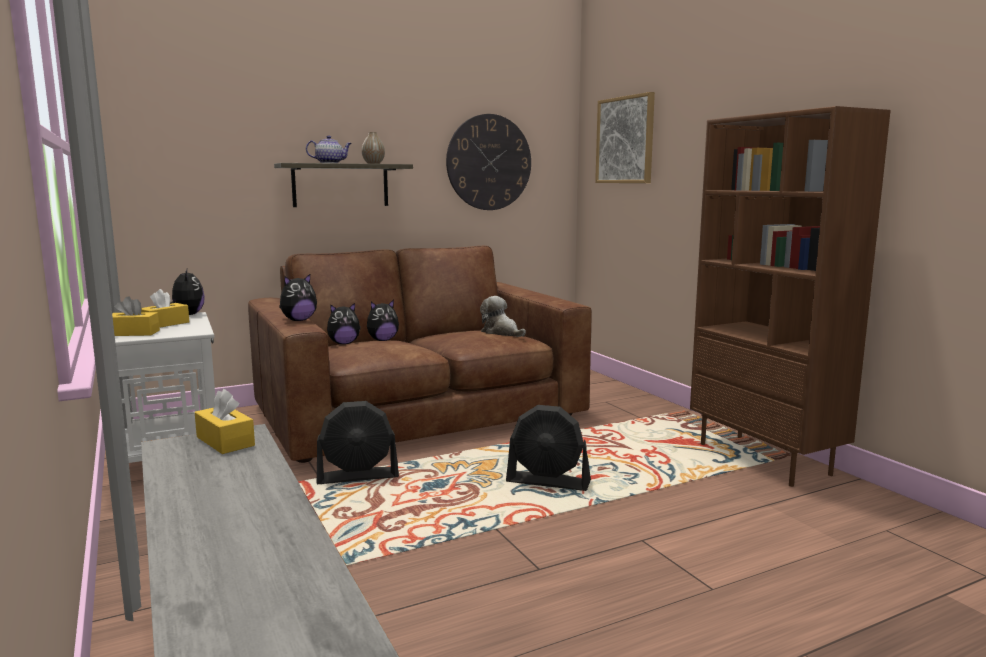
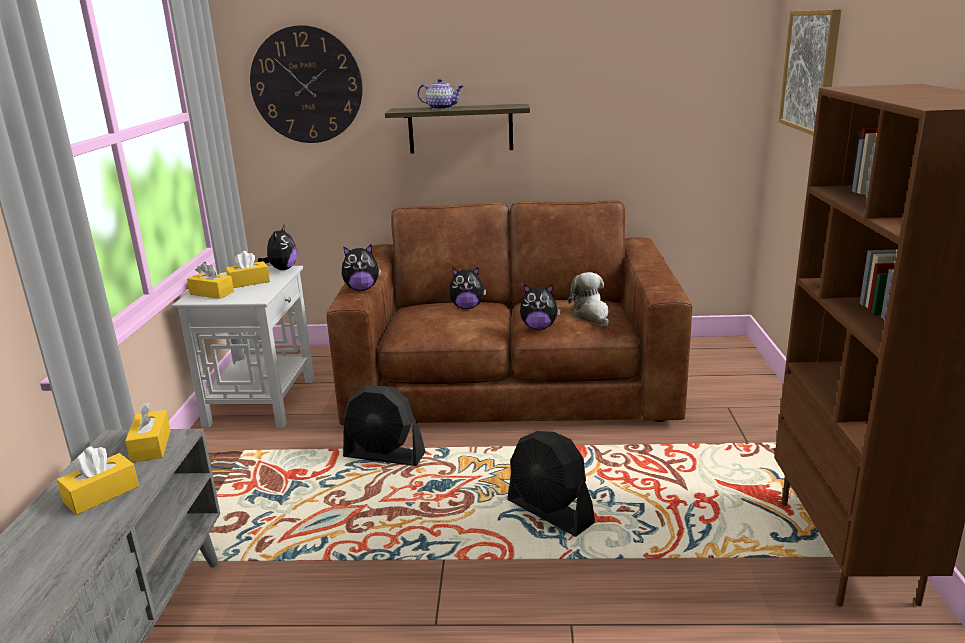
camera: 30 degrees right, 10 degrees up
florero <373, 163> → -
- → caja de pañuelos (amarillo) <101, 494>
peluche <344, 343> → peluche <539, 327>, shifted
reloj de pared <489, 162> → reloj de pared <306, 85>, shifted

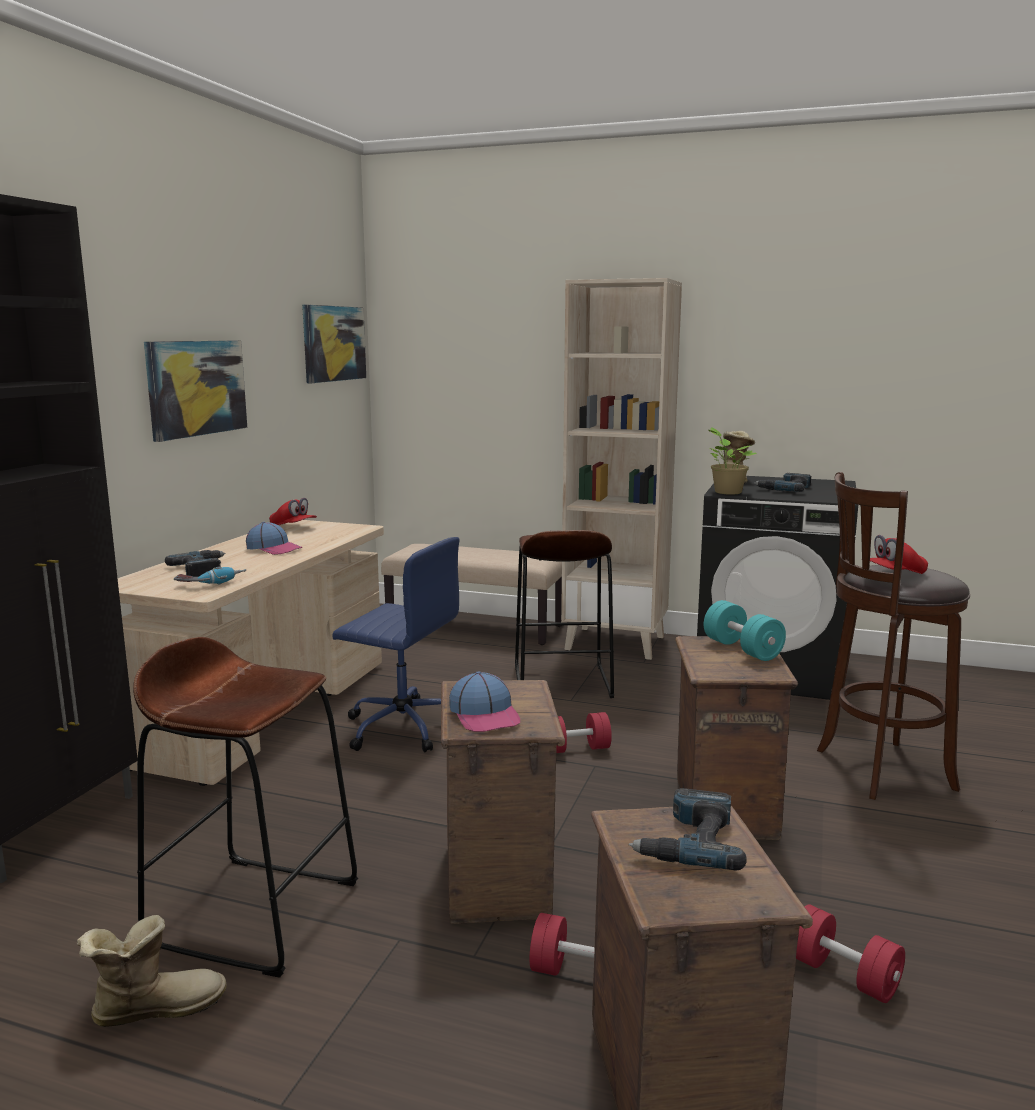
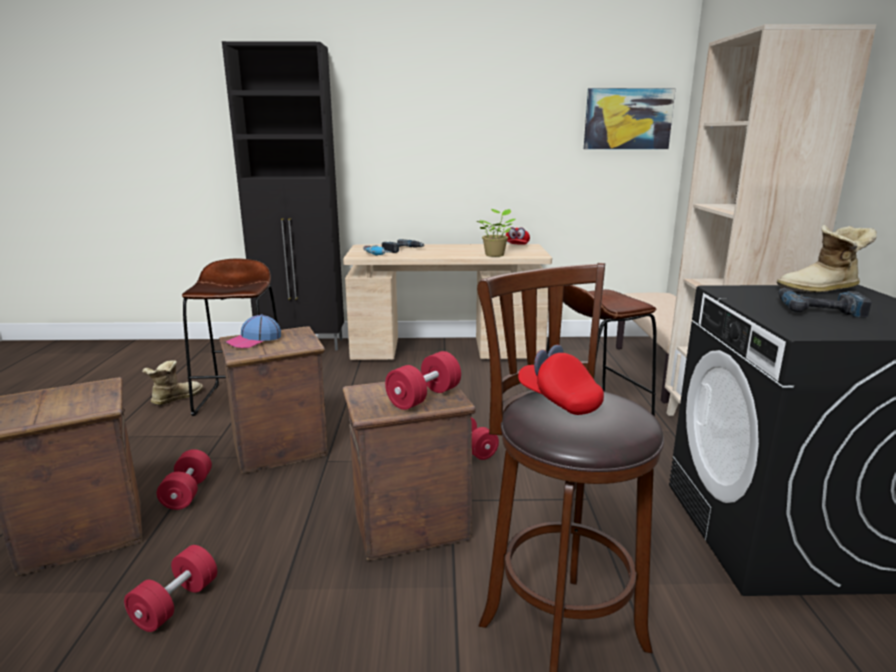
camera: 70 degrees right, 5 degrees up
cuadro <196, 388> → -
gorra <274, 548> → -
silla de oficina (azul) <401, 726> → -
taladro <688, 841> → -
planta en maceta <726, 492> → planta en maceta <495, 255>, shifted
mancuerna (turquesa) <742, 649> → mancuerna (rojo) <424, 397>
bota <156, 1007> → bota <175, 398>, 105 degrees counterclockwise

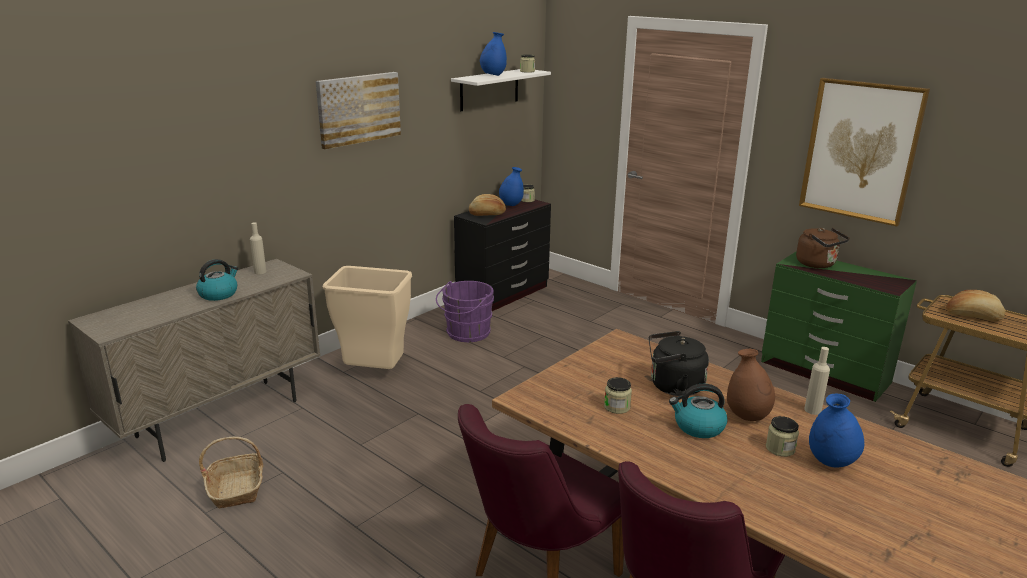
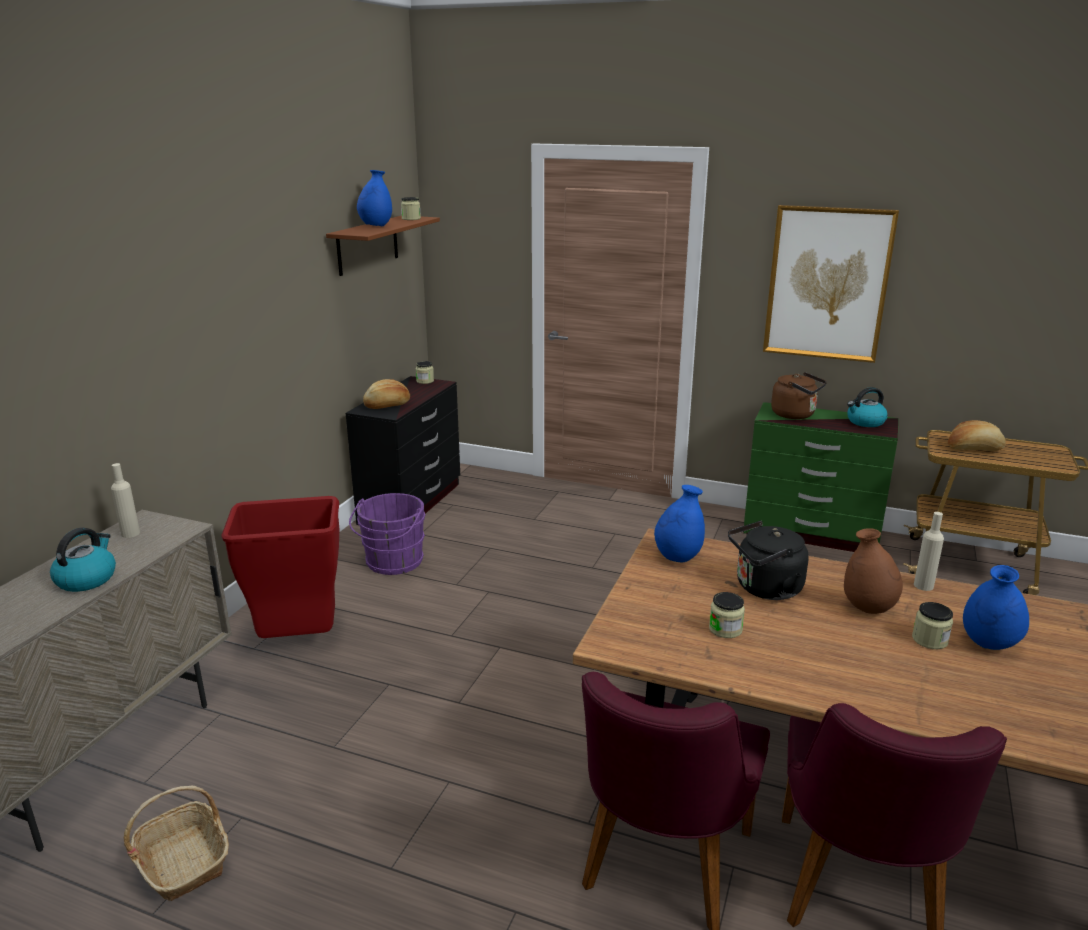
camera: 20 degrees left, 0 degrees up
cuadro <358, 109> → -
florero (azul) <511, 205> → florero (azul) <678, 557>, shifted
hervidor <698, 427> → hervidor <865, 422>, shifted
papelera (beis) <373, 374> → papelera (rojo) <298, 642>
estante (blanco) <489, 89> → estante (marrón) <368, 245>

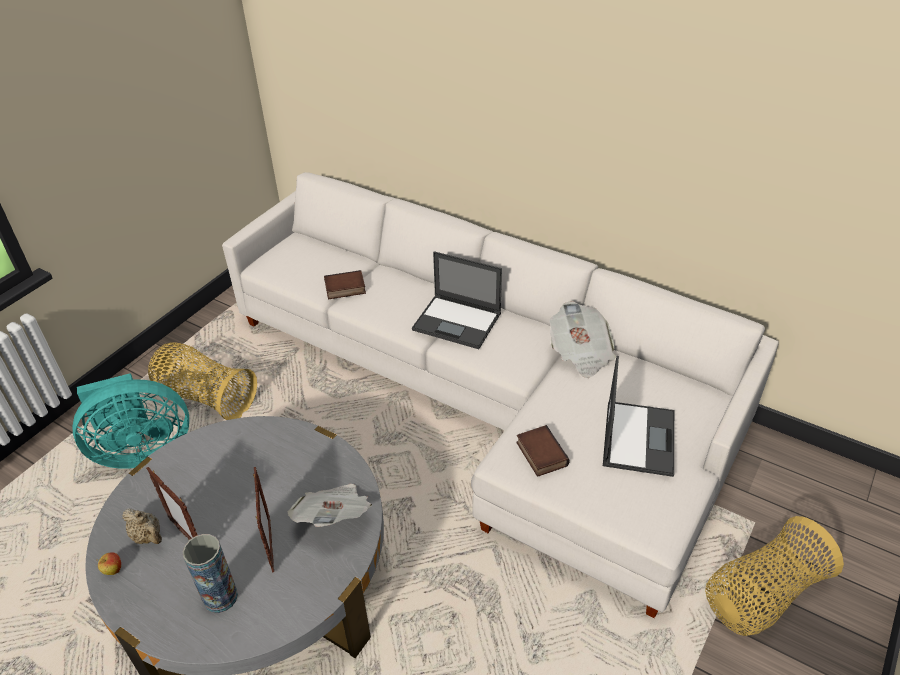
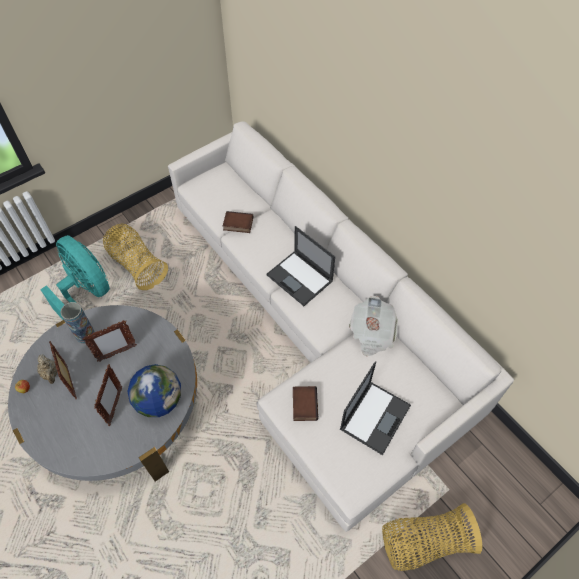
camera: 20 degrees right, 15 degrees up
- → portarretratos <117, 353>
florero <220, 597> → florero <85, 335>, shifted
periódico <334, 517> → globo terráqueo <159, 401>
ventilador (turquesa) <142, 451> → ventilador (turquesa) <86, 292>, 135 degrees counterclockwise

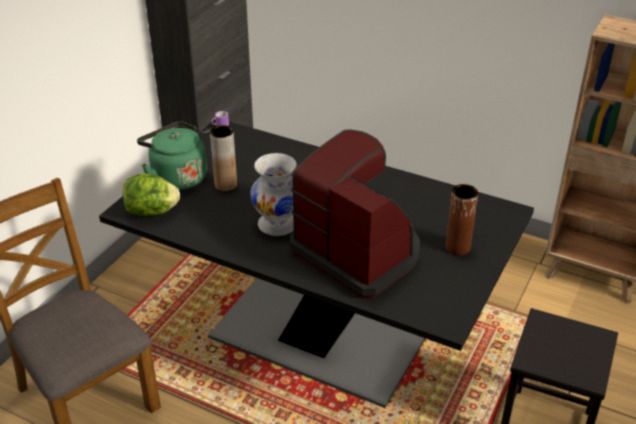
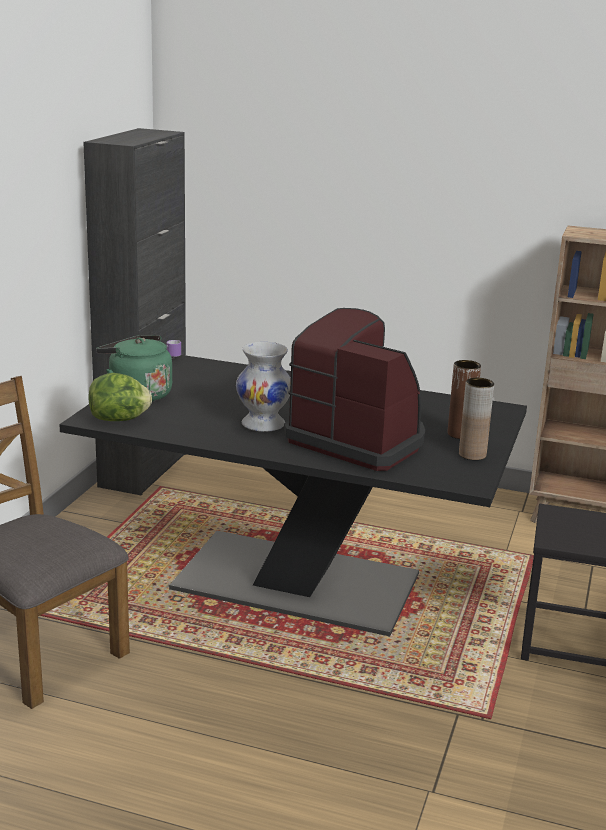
camera: 10 degrees left, 15 degrees down
florero (marrón) <225, 185> → florero (marrón) <472, 455>, shifted

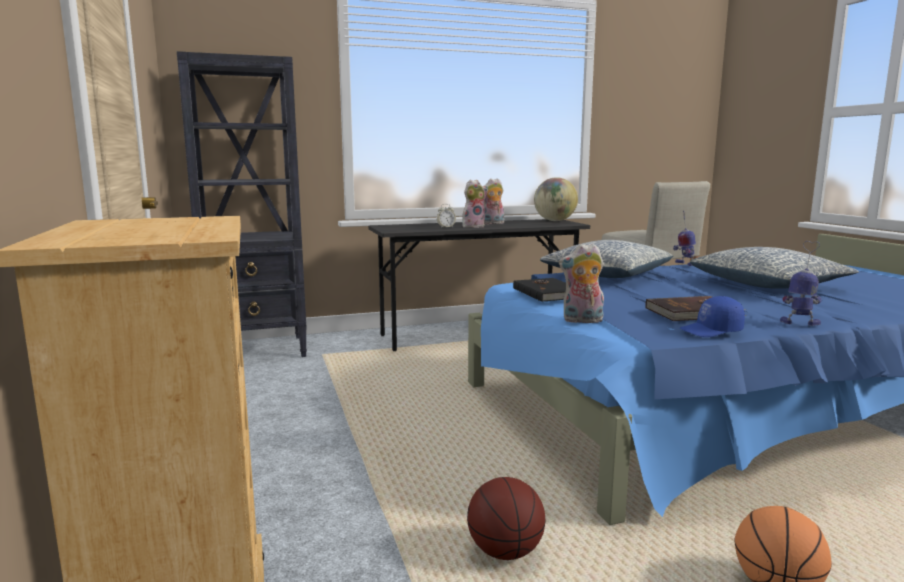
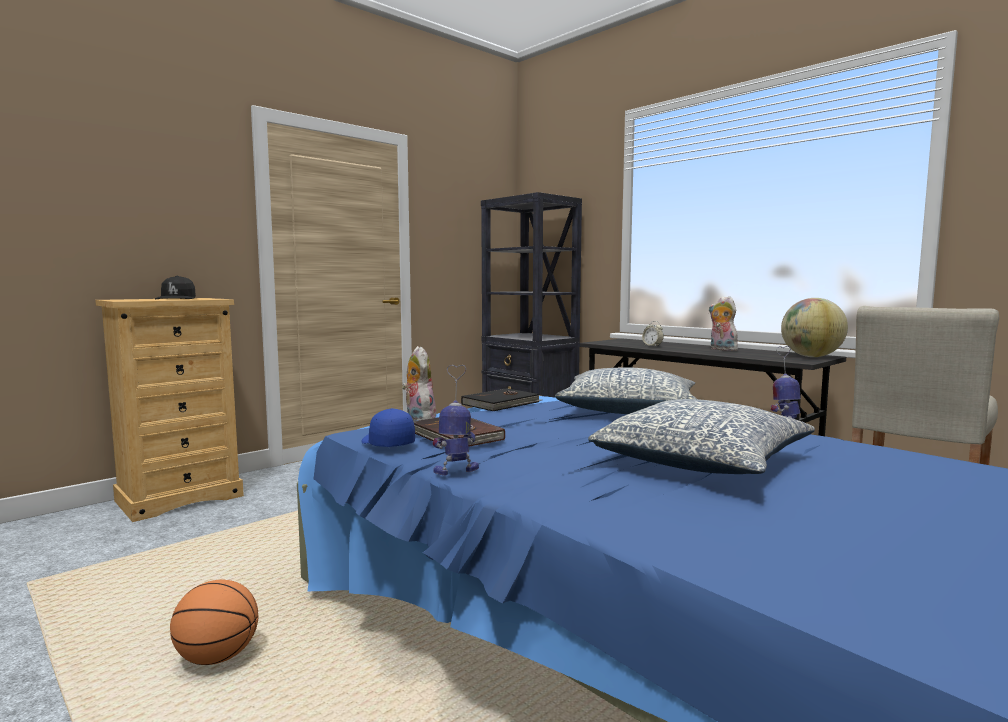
camera: 65 degrees right, 5 degrees down
peluche <473, 226> → -
balón de baloncesto <505, 552> → -
- → gorra (negro) <177, 298>
robot de juguete <800, 323> → robot de juguete <457, 471>, 105 degrees counterclockwise

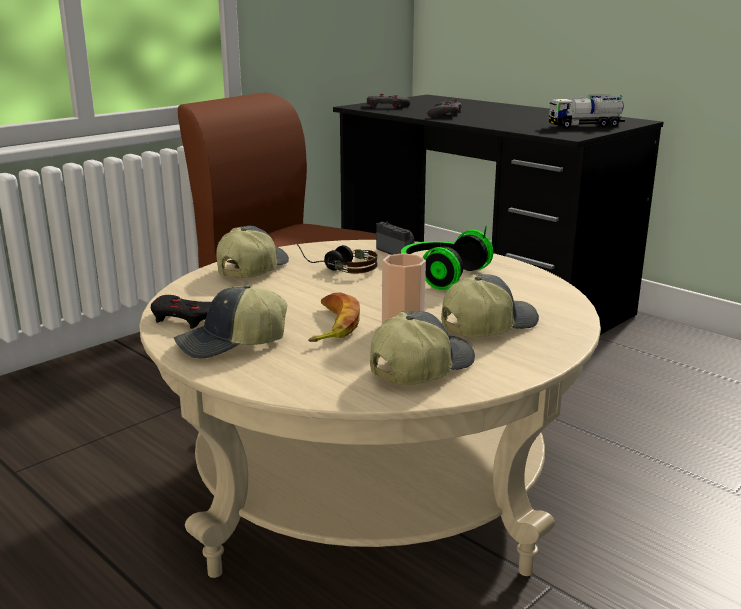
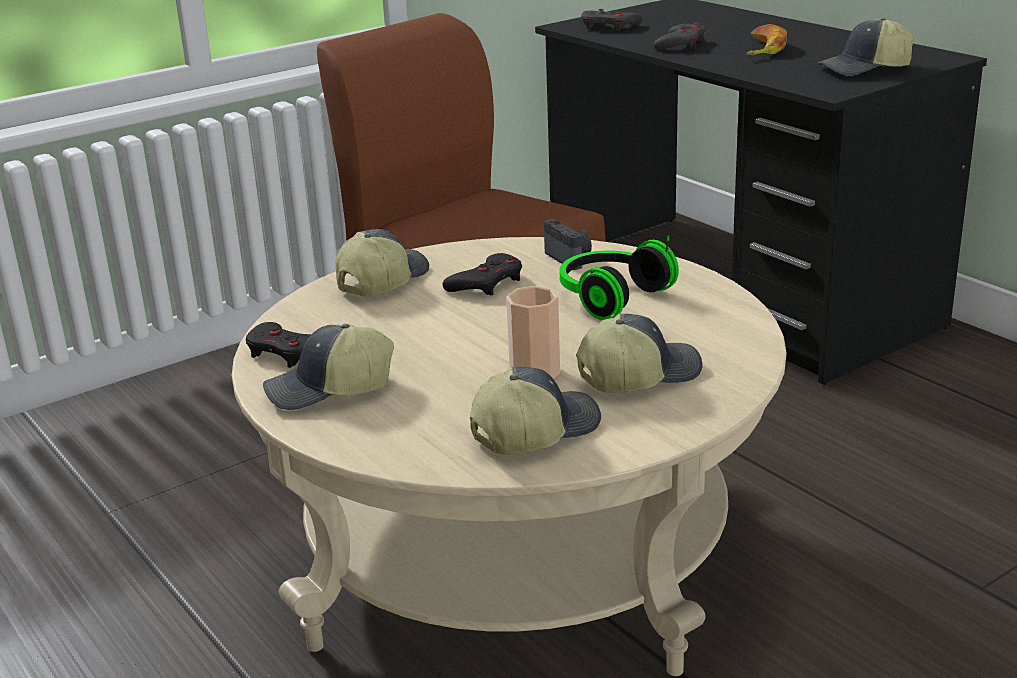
camera: 10 degrees right, 5 degrees up
plátano <331, 325> → plátano <761, 49>, shifted
auriculares <338, 268> → mando de consola (negro) <487, 283>
camión de juguete <585, 126> → gorra <865, 70>

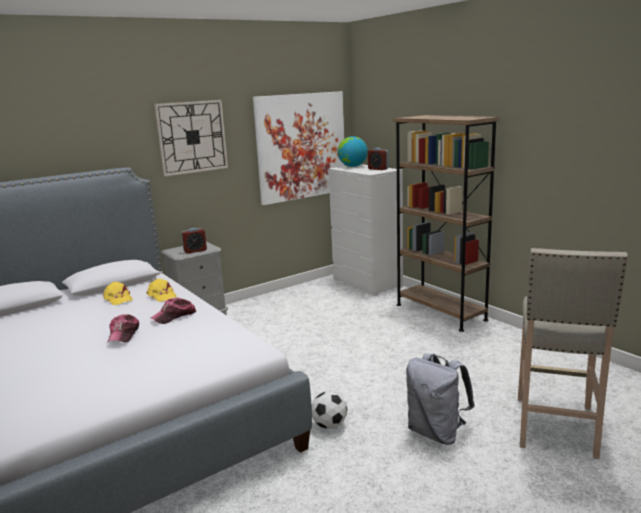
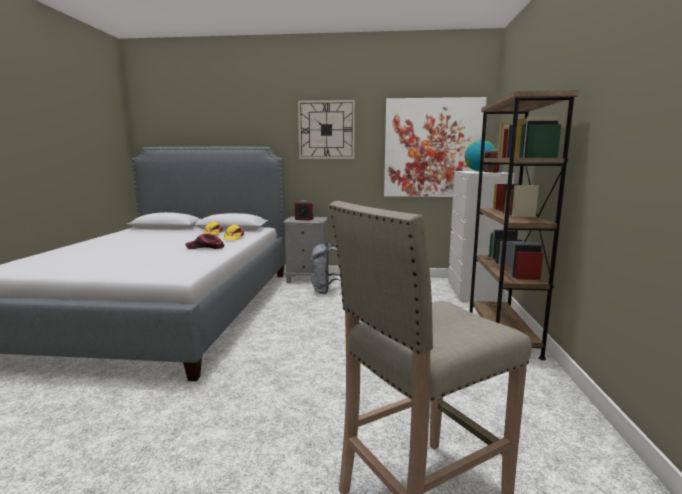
camera: 40 degrees right, 5 degrees down
gorra <124, 334> → -
balón de fútbol <329, 425> → -
mochila (gris) <436, 432> → mochila (gris) <326, 291>, shifted

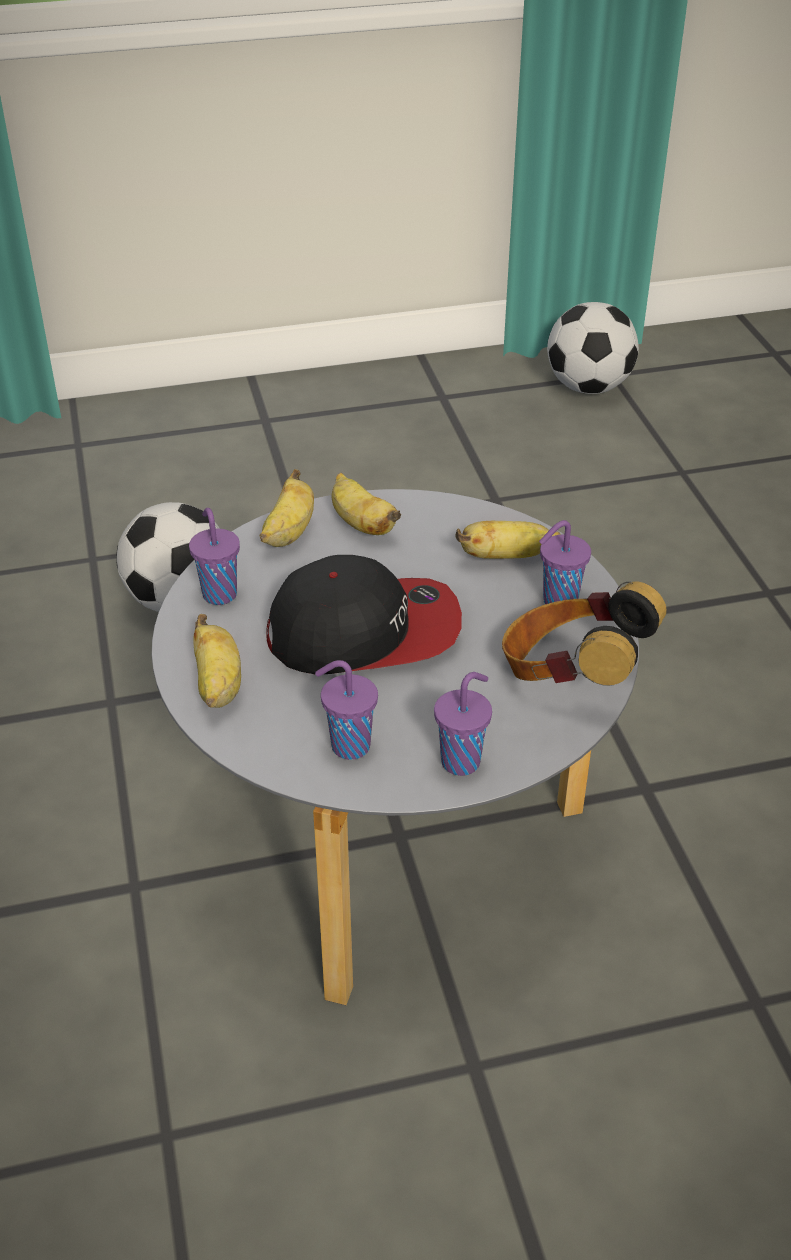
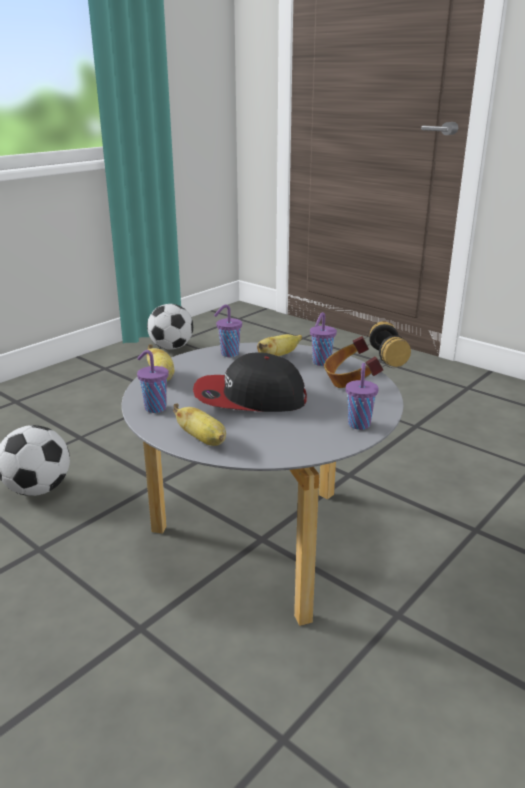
camera: 35 degrees left, 15 degrees down
plátano <361, 524> → -
taza (morado) <348, 746> → taza (morado) <228, 354>, shifted
gorra <365, 631> → gorra <249, 398>, 135 degrees counterclockwise

